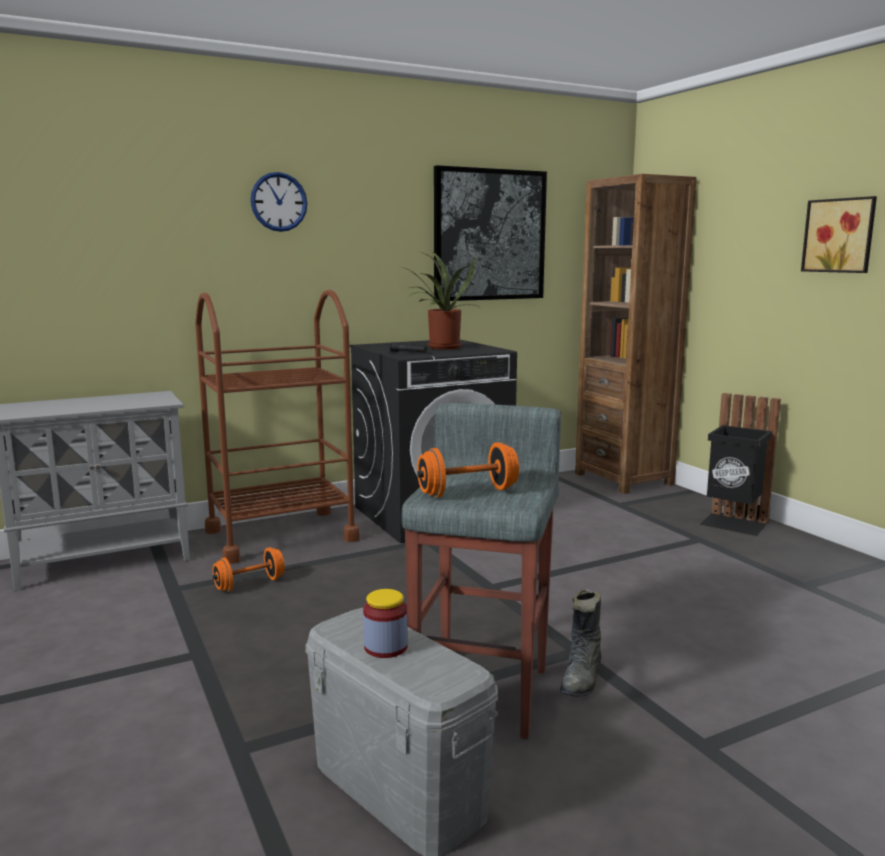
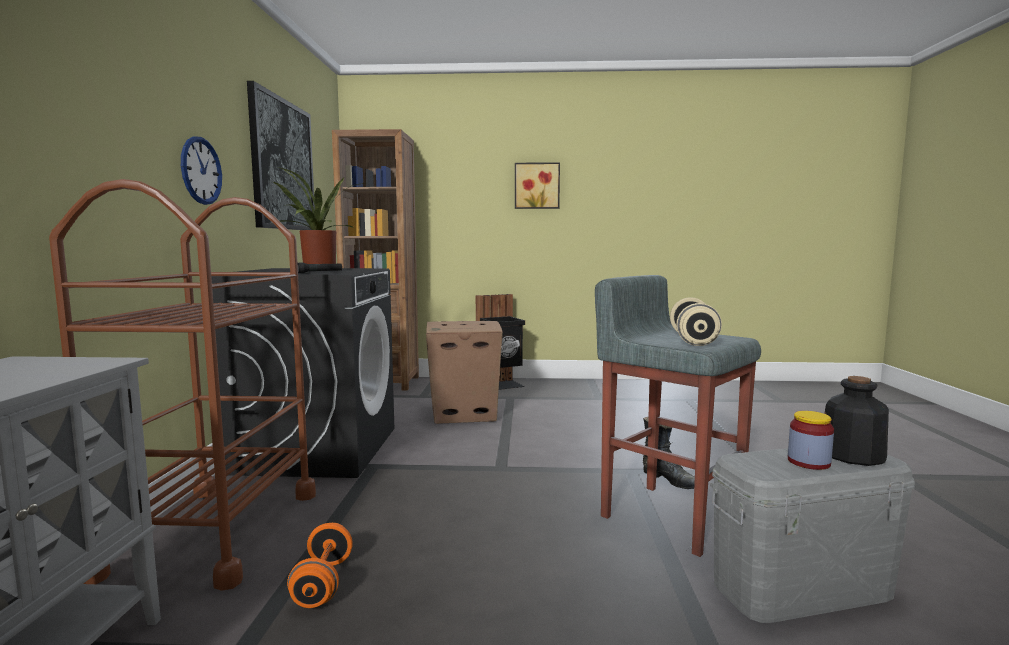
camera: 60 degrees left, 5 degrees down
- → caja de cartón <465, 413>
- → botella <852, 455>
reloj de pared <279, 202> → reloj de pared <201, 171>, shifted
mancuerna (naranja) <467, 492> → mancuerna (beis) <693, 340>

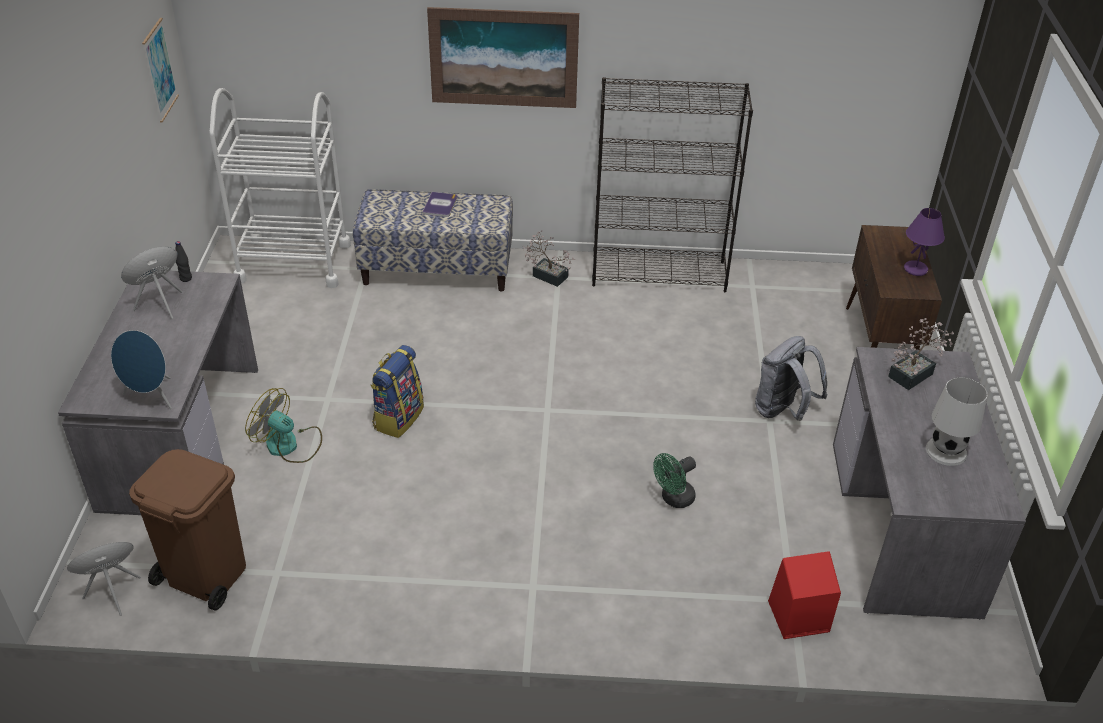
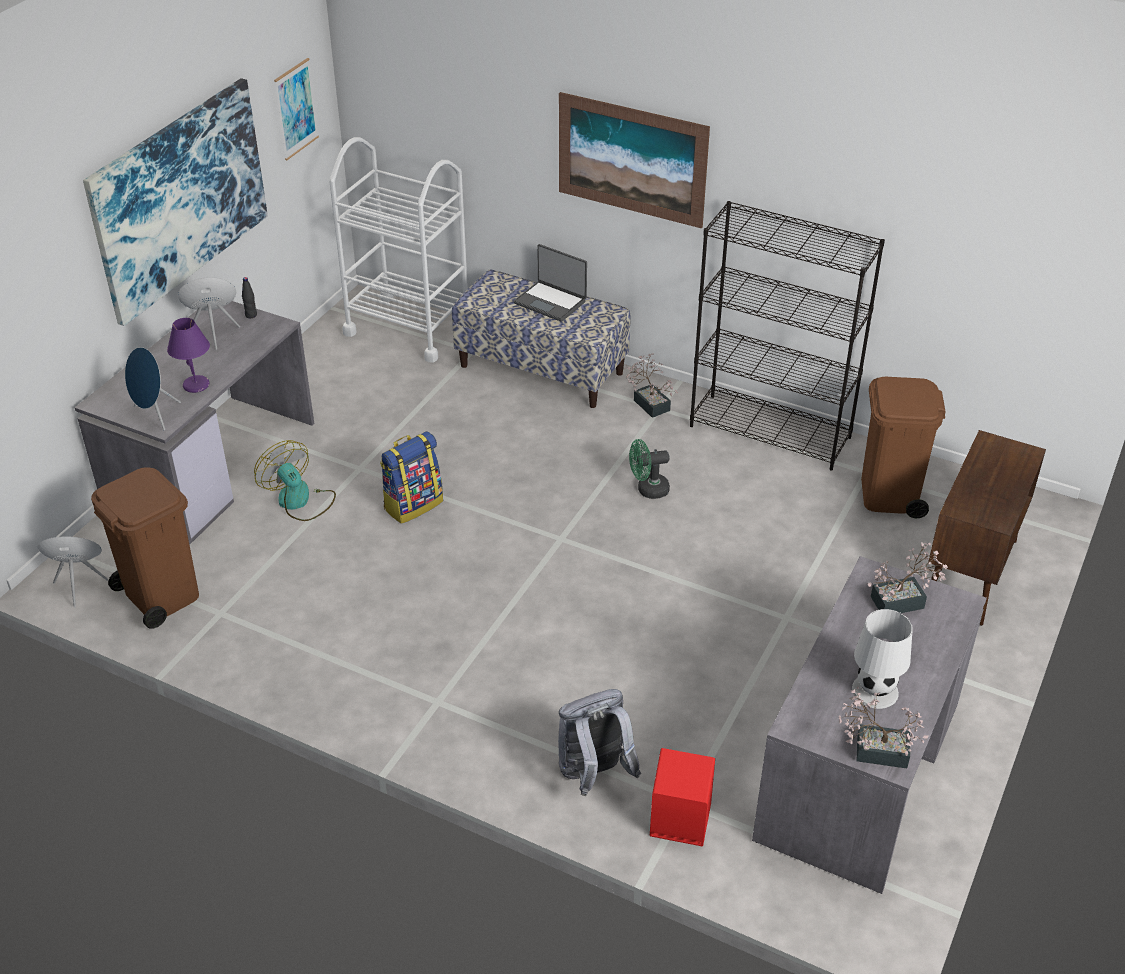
camera: 25 degrees right, 0 degrees up
- → cuadro <179, 198>
- → planta en maceta <874, 750>
- → papelera (marrón) <889, 495>
ventilador (verde) <673, 499> → ventilador (verde) <648, 490>, shifted
mochila (gris) <783, 411> → mochila (gris) <594, 775>, shifted
lámpara de mesa (morado) <916, 269> → lámpara de mesa (morado) <197, 385>, shifted
libro <440, 205> → portátil <551, 302>

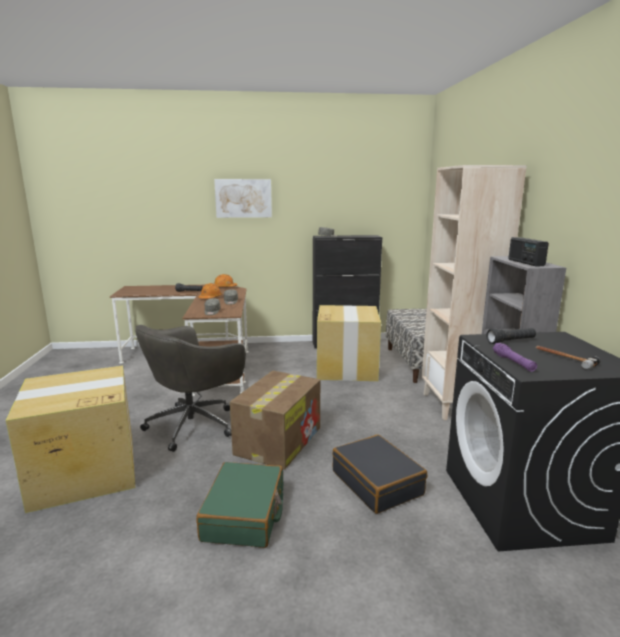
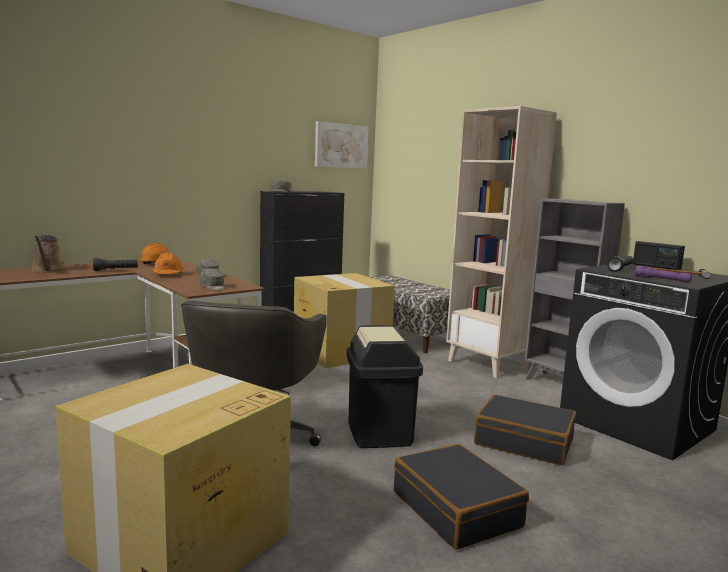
camera: 35 degrees left, 5 degrees down
- → regadera (marrón) <48, 270>
cuadro <243, 198> → cuadro <341, 146>, shifted
radio <525, 262> → radio <656, 267>, shifted
caja de cartón <279, 440> → papelera (negro) <379, 433>
maleta (verde) <245, 514> → maleta (negro) <456, 509>

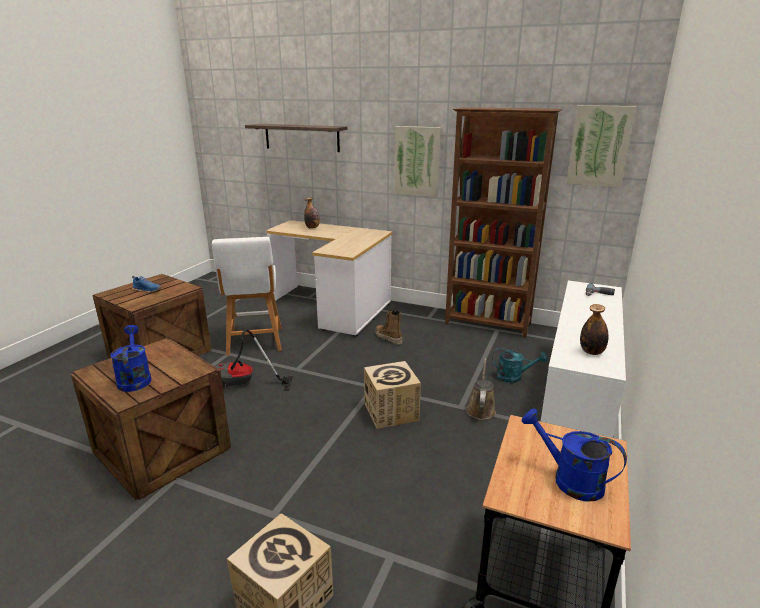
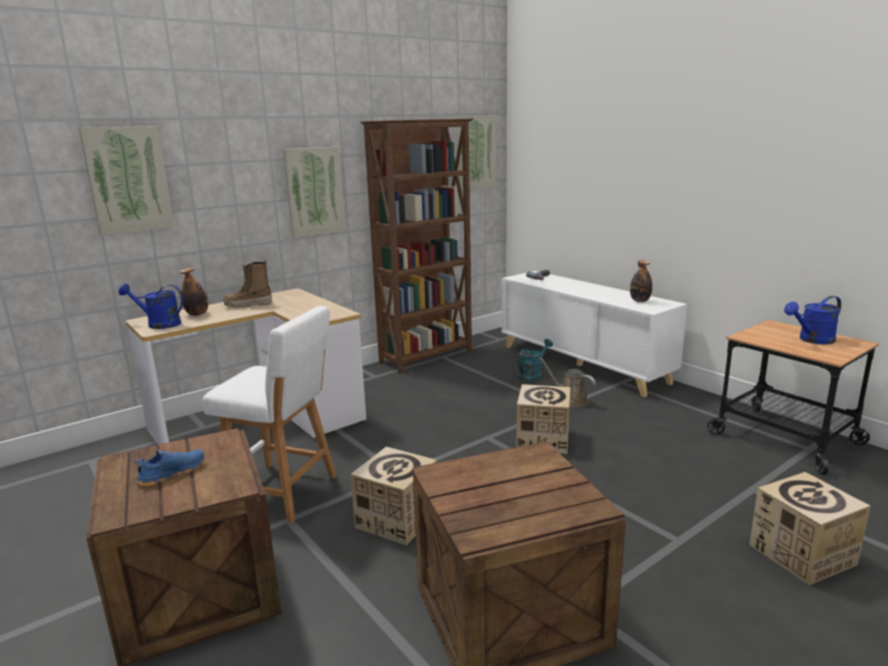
camera: 60 degrees left, 5 degrees down
regadera (azul) <134, 378> → regadera (azul) <159, 324>, shifted
bota <388, 338> → bota <248, 305>, shifted
aspiradora <243, 385> → caja de cartón <397, 519>
estante <301, 137> → cuadro <128, 180>

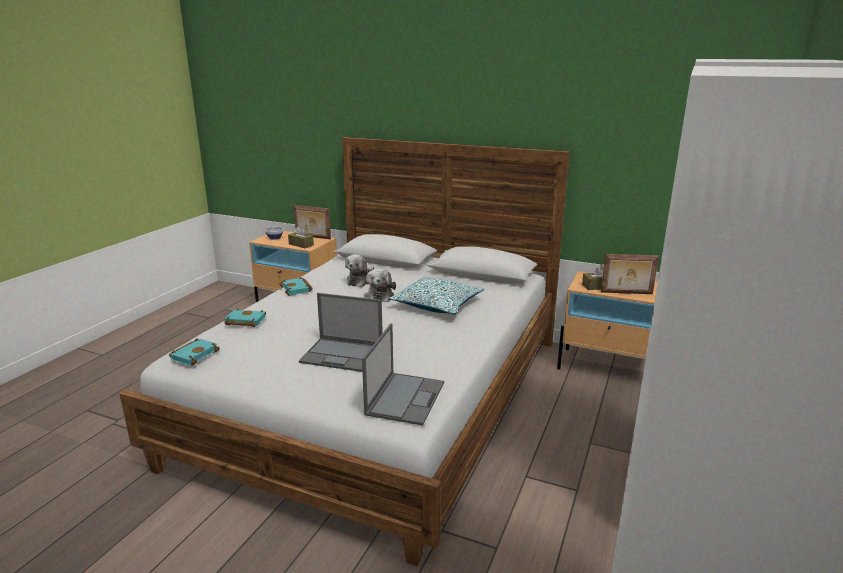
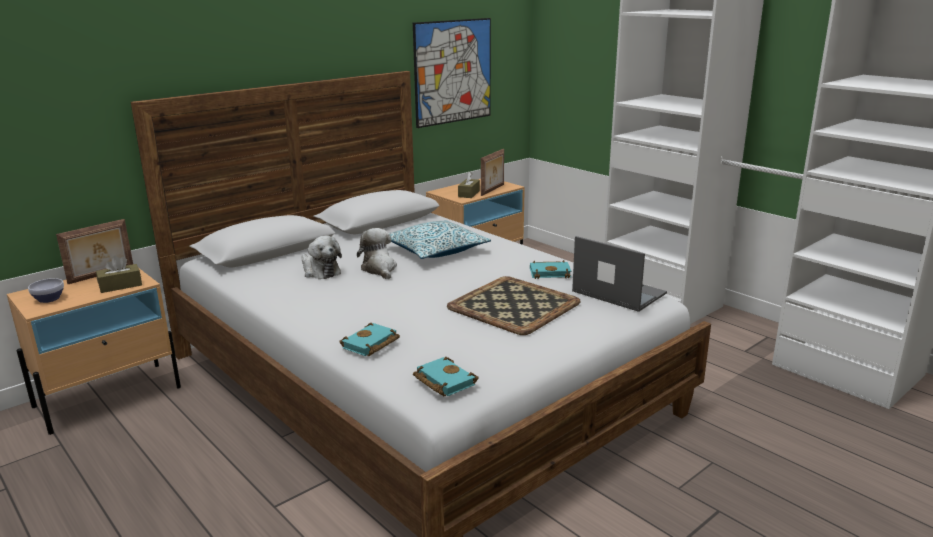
camera: 65 degrees left, 0 degrees up
- → cuadro <453, 72>
libro (turquesa) <297, 289> → libro (turquesa) <551, 273>, shifted
portátil <343, 355> → bandeja <513, 305>
peluche <379, 295> → peluche <379, 269>, 135 degrees counterclockwise

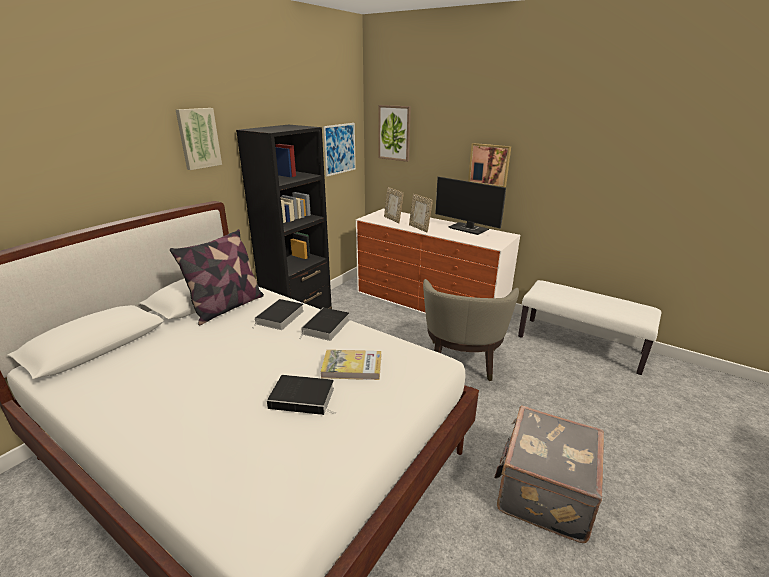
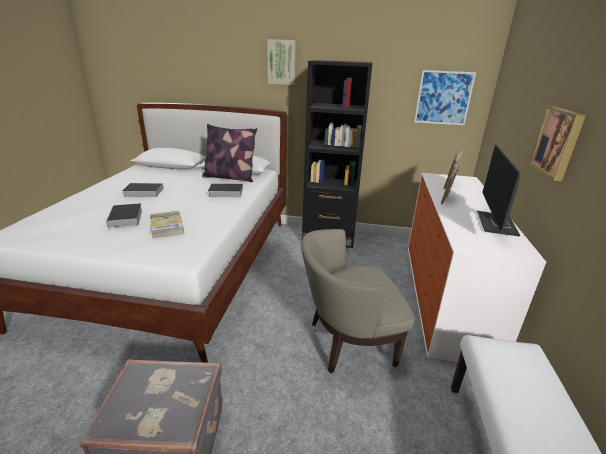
camera: 65 degrees right, 0 degrees up
cuadro <394, 133> → -
libro <326, 327> → libro <142, 192>, shifted

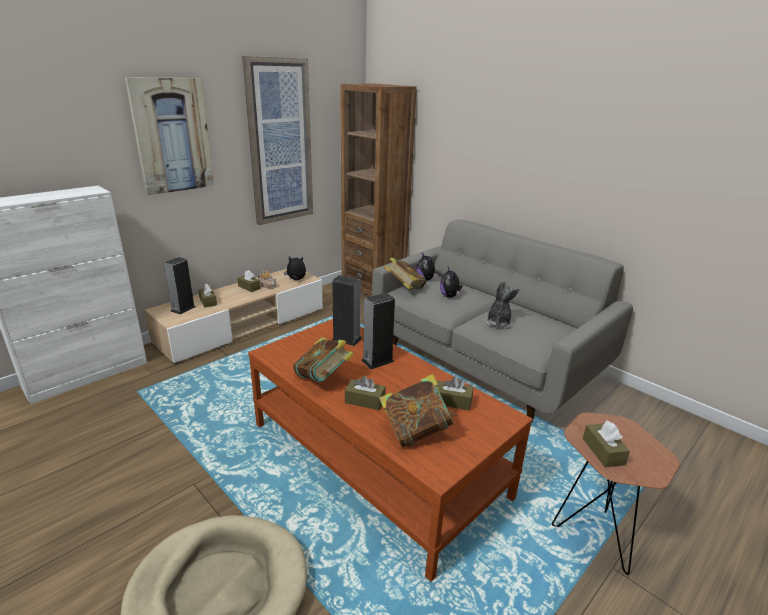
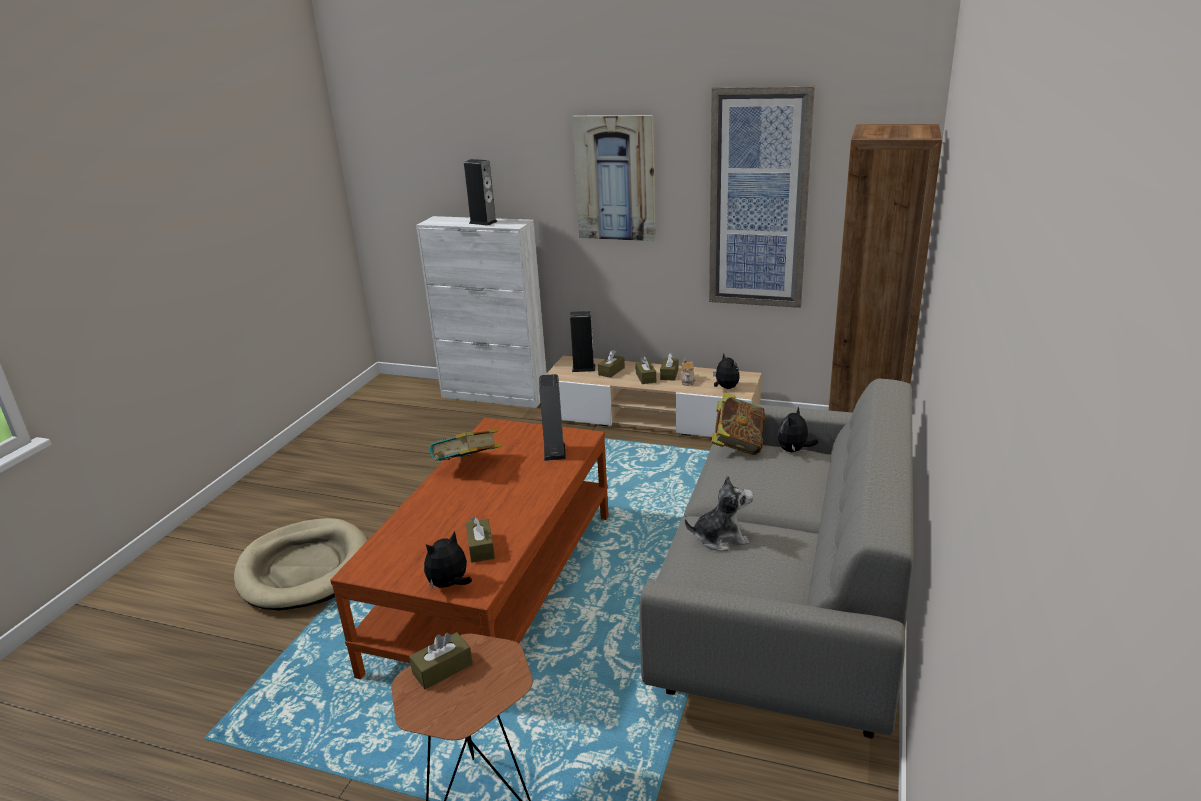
camera: 65 degrees right, 0 degrees up
libro <416, 431> → -
caja de pañuelos (marrón) <365, 401> → caja de pañuelos (marrón) <645, 377>, shifted
altavoz <377, 361> → altavoz <483, 222>, shifted
peluche <450, 296> → peluche <449, 585>, shifted

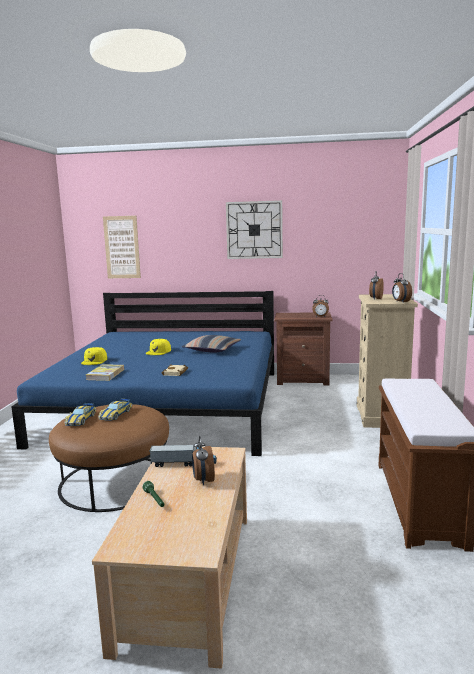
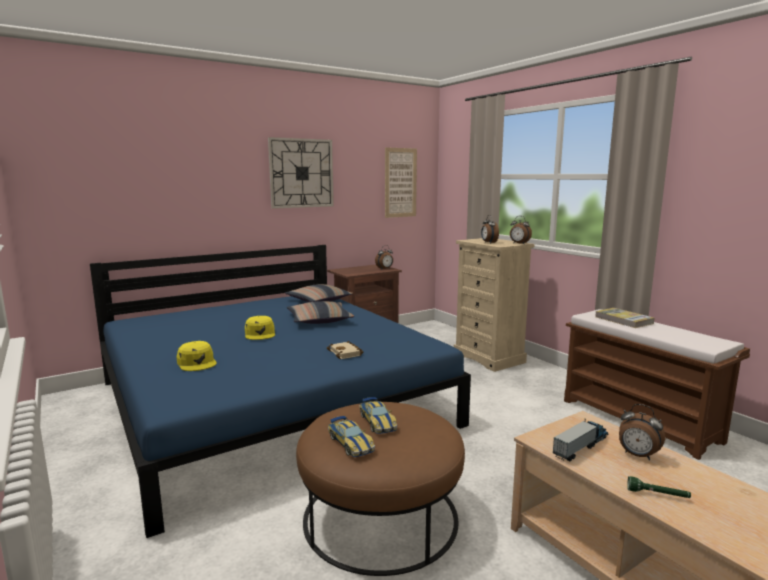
camera: 40 degrees left, 0 degrees up
- → cojín <318, 300>
libro <105, 374> → libro <623, 320>, shifted
cuadro <122, 247> → cuadro <400, 182>, shifted

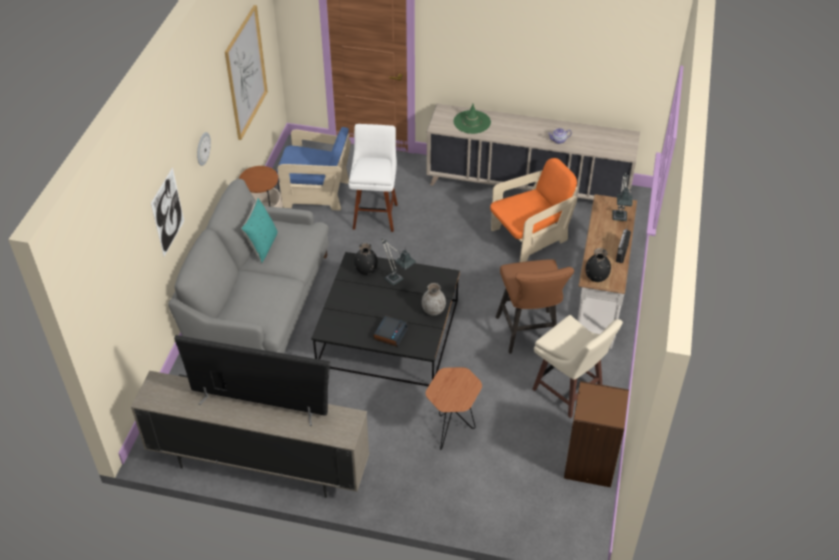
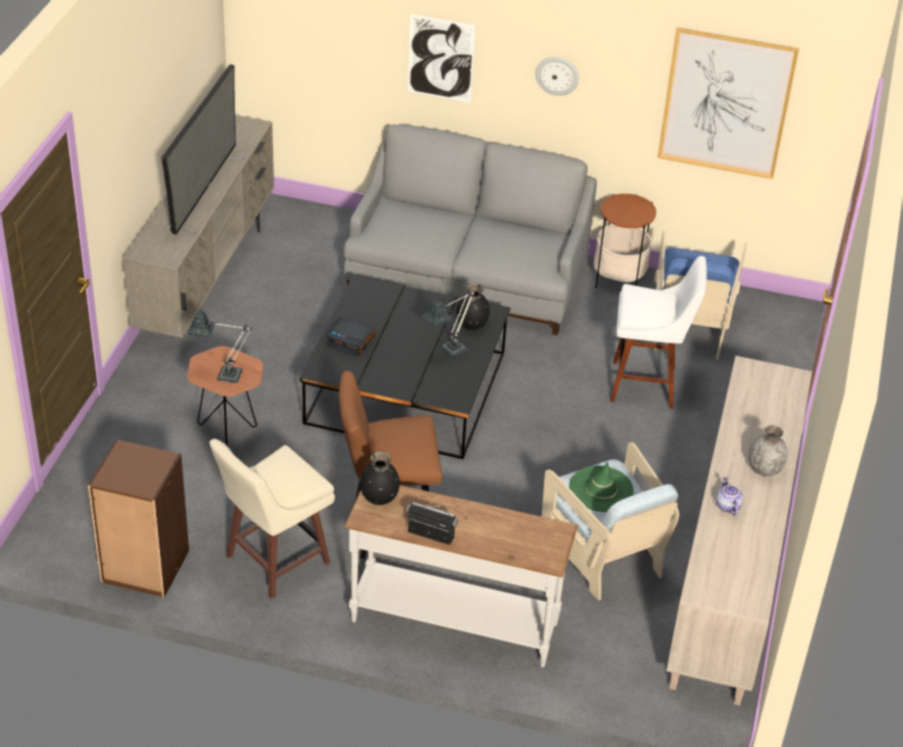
camera: 90 degrees right, 5 degrees down
cojín (turquesa) <262, 246> → -
florero (gris) <433, 310> → florero (gris) <764, 469>, shifted
sombrero (verde) <472, 122> → sombrero (verde) <601, 489>, shifted
lámpara de mesa <619, 219> → lámpara de mesa <223, 374>, shifted
sillón (naranja) <529, 237> → sillón (beis) <603, 554>

